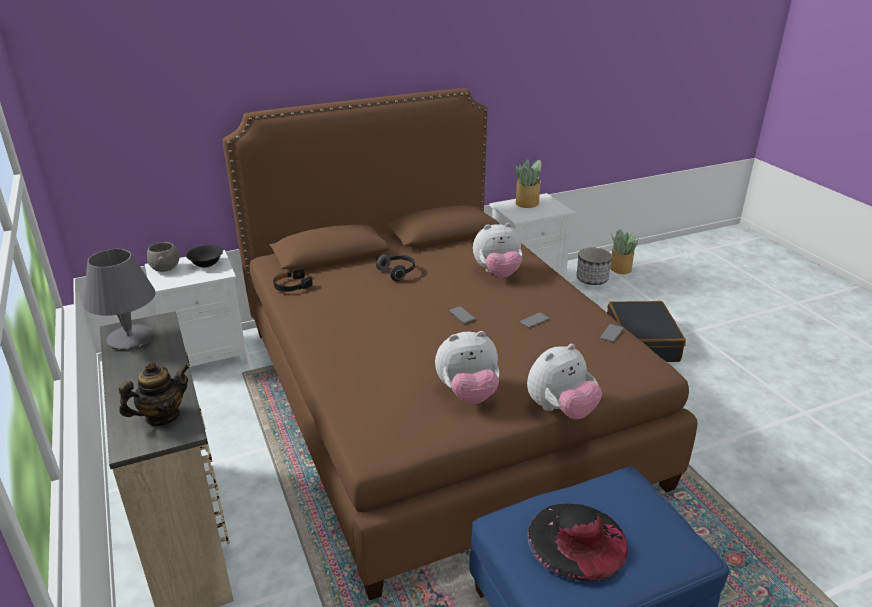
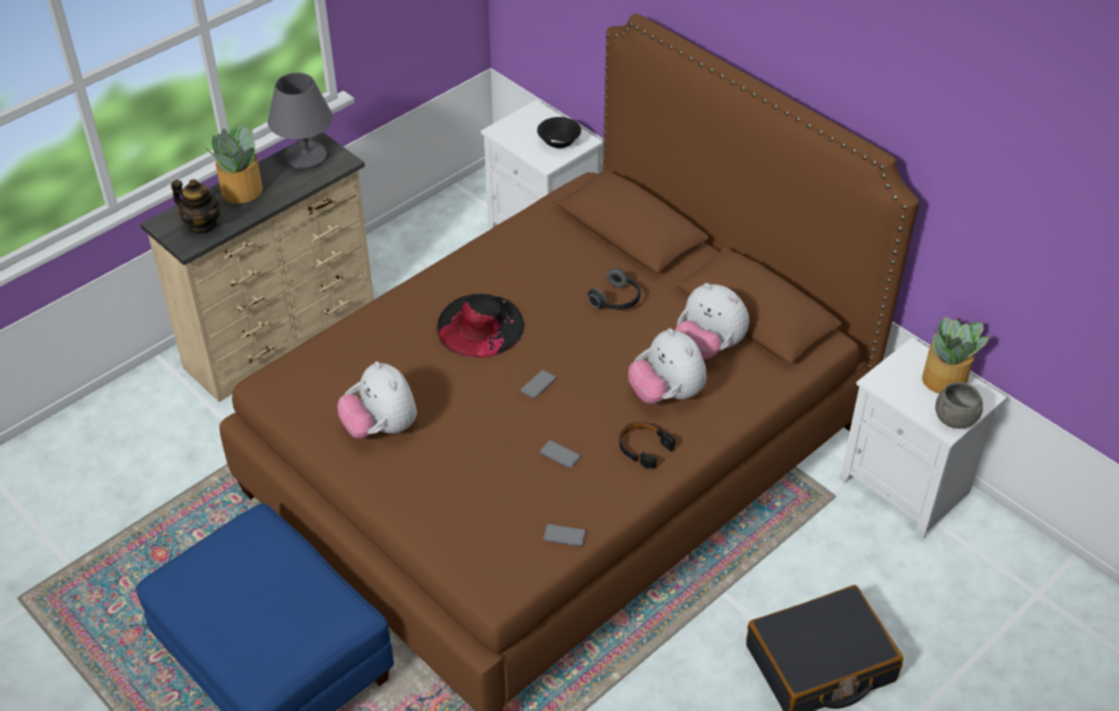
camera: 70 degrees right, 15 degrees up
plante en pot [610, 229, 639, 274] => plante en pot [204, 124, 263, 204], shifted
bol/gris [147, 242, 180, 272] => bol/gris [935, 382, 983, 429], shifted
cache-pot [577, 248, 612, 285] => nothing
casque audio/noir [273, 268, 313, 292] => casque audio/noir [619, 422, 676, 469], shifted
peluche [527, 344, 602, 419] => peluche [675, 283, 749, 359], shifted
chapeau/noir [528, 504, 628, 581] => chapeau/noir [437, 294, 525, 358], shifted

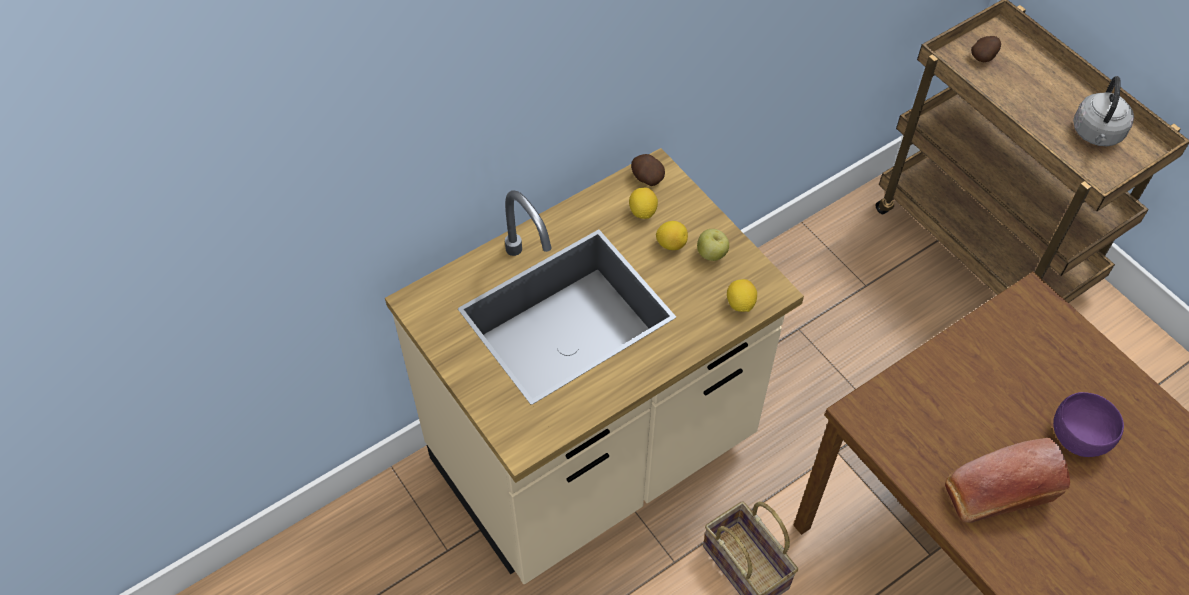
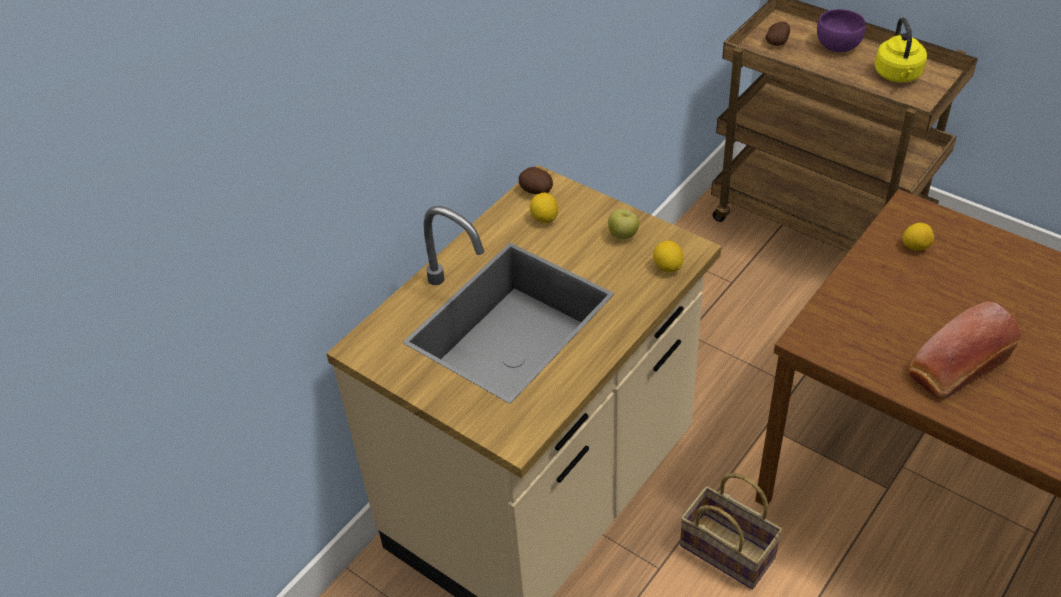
camera: 15 degrees left, 10 degrees down
bouilloire/gris [1073, 76, 1134, 146] => bouilloire/jaune [875, 17, 927, 83]
citron [656, 221, 688, 250] => citron [903, 223, 934, 250], shifted
bol/violet [1053, 392, 1124, 457] => bol/violet [817, 9, 866, 52], shifted

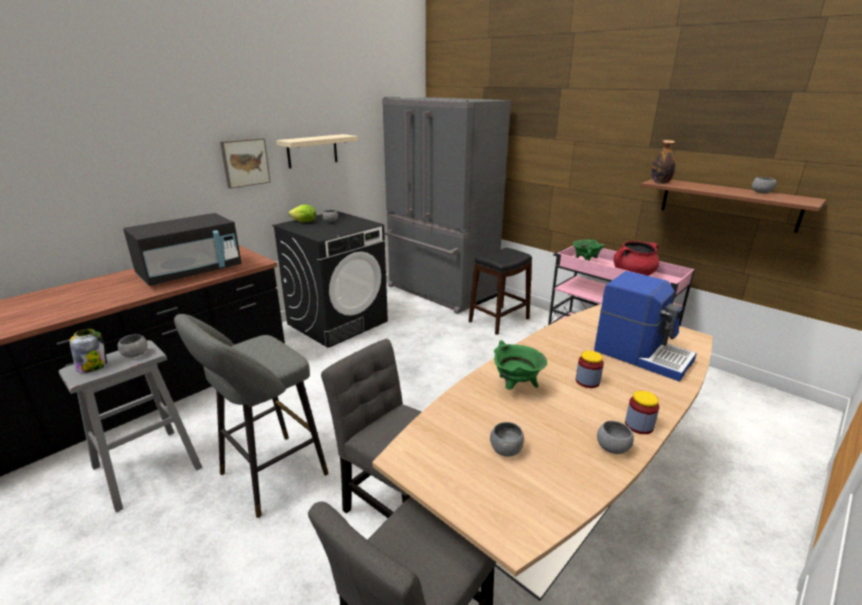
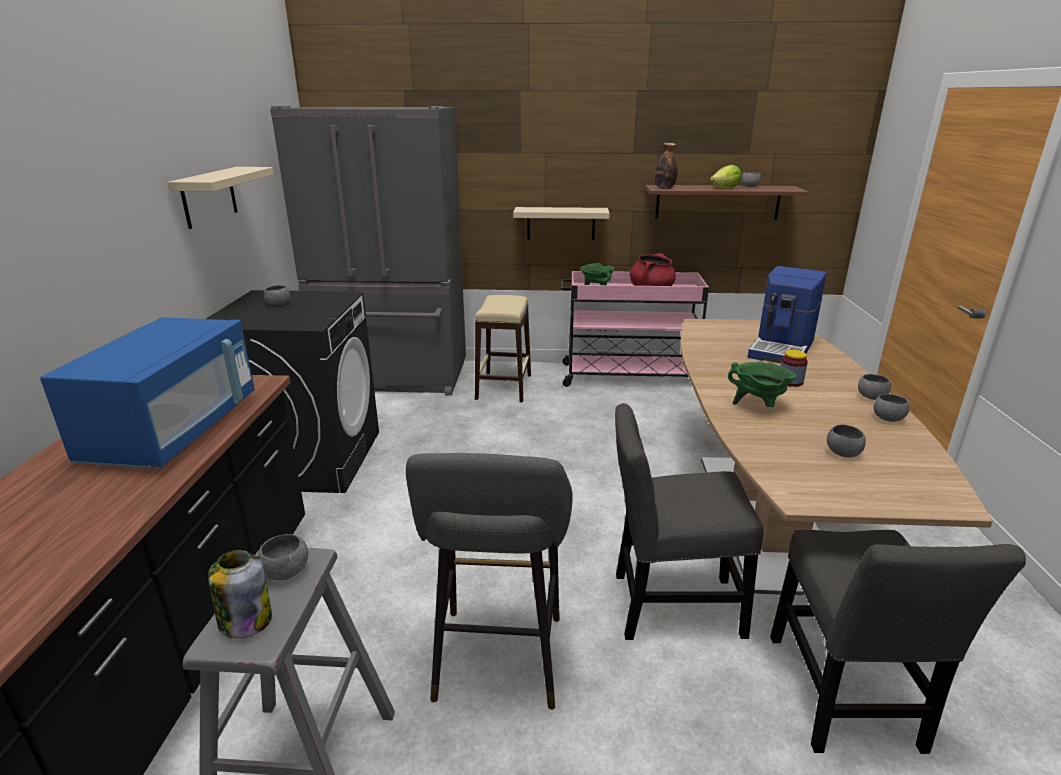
camera: 40 degrees left, 0 degrees up
tableau [220, 138, 271, 188] => nothing
laitue [289, 205, 316, 222] => laitue [710, 165, 742, 189], shifted
micro-ondes/noir [123, 213, 242, 286] => micro-ondes/bleu [40, 317, 255, 468]
tabouret/noir [469, 248, 532, 335] => tabouret/beige [475, 295, 531, 402]
machine à café [594, 271, 697, 382] => machine à café [748, 266, 827, 363], 120 degrees clockwise
bocal [625, 391, 659, 434] => bol/gris [858, 374, 891, 400]
nothing => étagère/beige [513, 207, 610, 240]

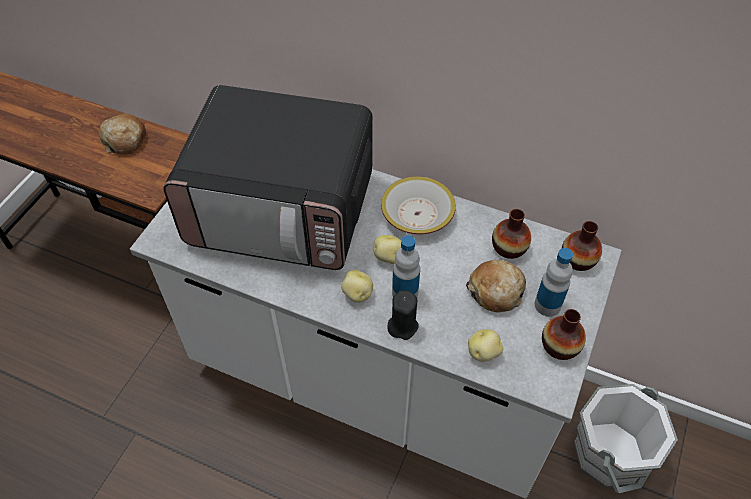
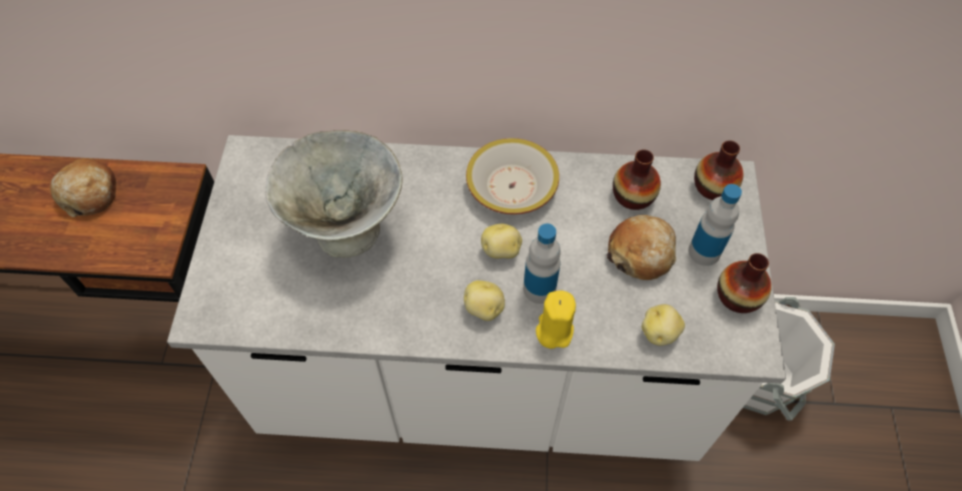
camera: 20 degrees left, 5 degrees up
micro-ondes [163, 85, 373, 270] => bol/gris [265, 130, 403, 258]
bougie/noir [387, 290, 419, 340] => bougie/jaune [536, 290, 576, 349]

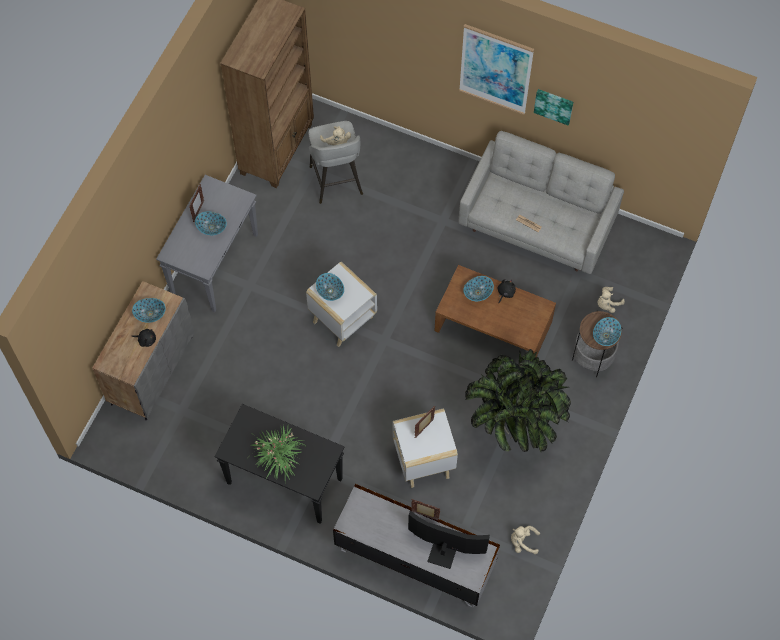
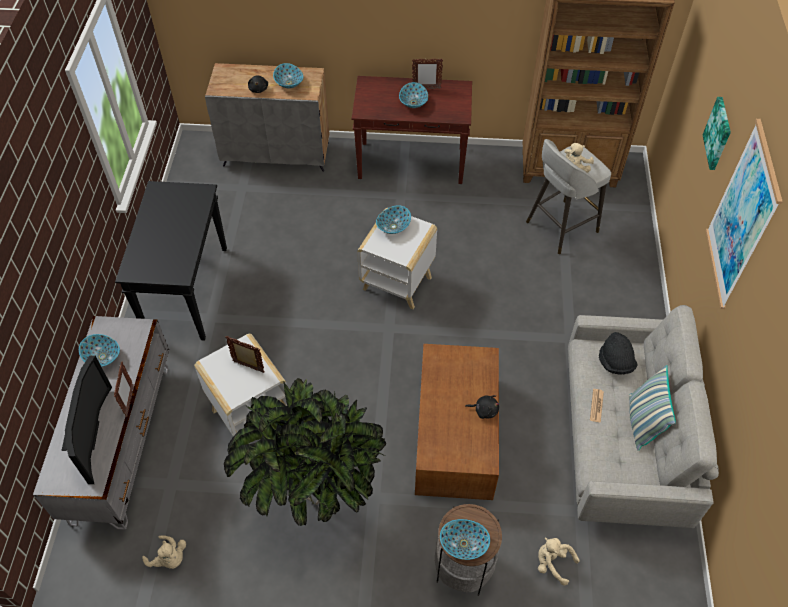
camera: 70 degrees right, 10 degrees down
tableau [534, 89, 574, 125] => tableau [703, 97, 731, 170], shifted
table console/gris [156, 175, 258, 312] => table console/marron [351, 76, 472, 184]
bol [463, 276, 494, 301] => bol [79, 334, 120, 367], shifted
plante en pot [253, 425, 307, 480] => nothing
peluche/beige [511, 526, 540, 554] => peluche/beige [142, 535, 186, 569], 135 degrees clockwise
nothing => chapeau/noir [599, 332, 637, 375]
nothing => coussin [629, 365, 676, 451]

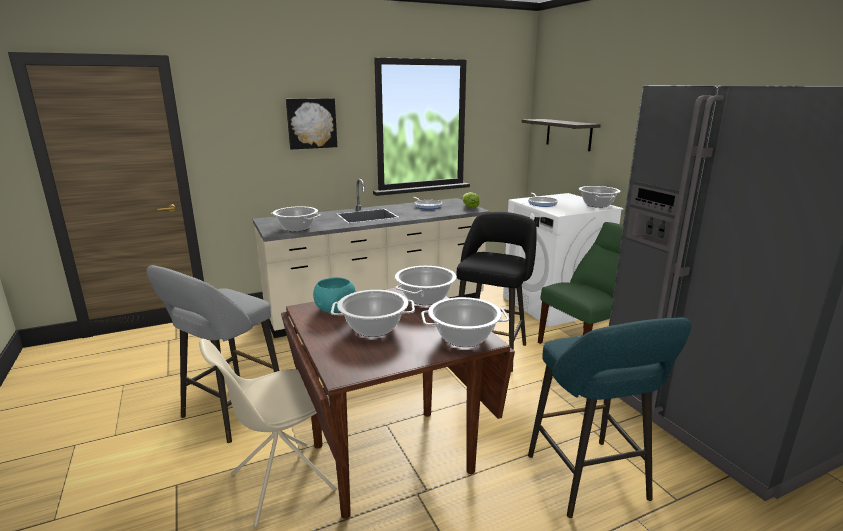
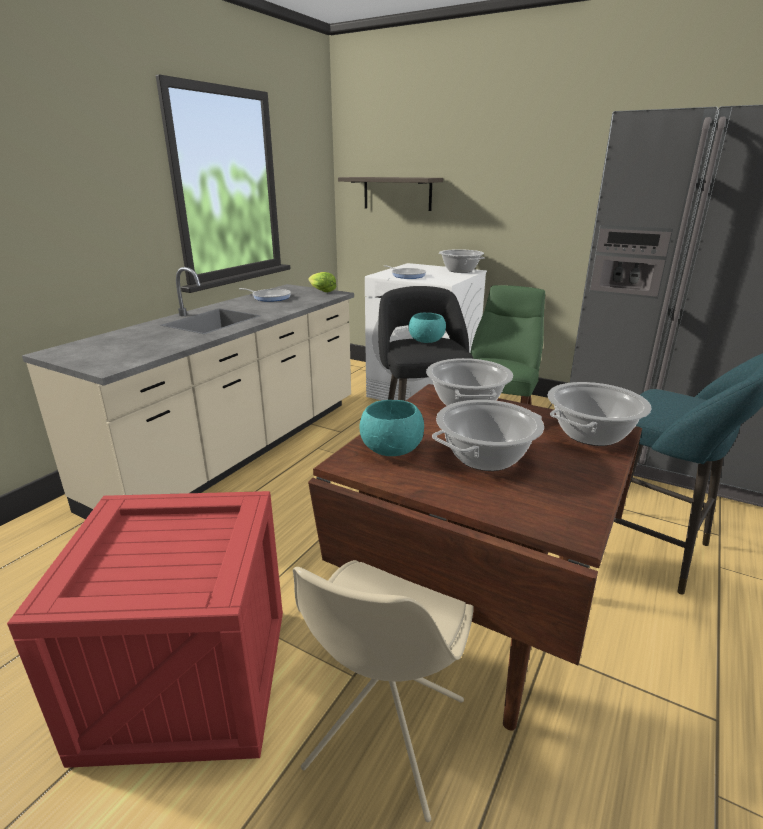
camera: 35 degrees left, 5 degrees up
tableau [286, 98, 337, 150] => nothing
marmite [271, 206, 321, 232] => nothing
tabouret/gris [146, 265, 279, 443] => caisse [7, 491, 283, 768]
nothing => bol/turquoise [409, 313, 446, 343]

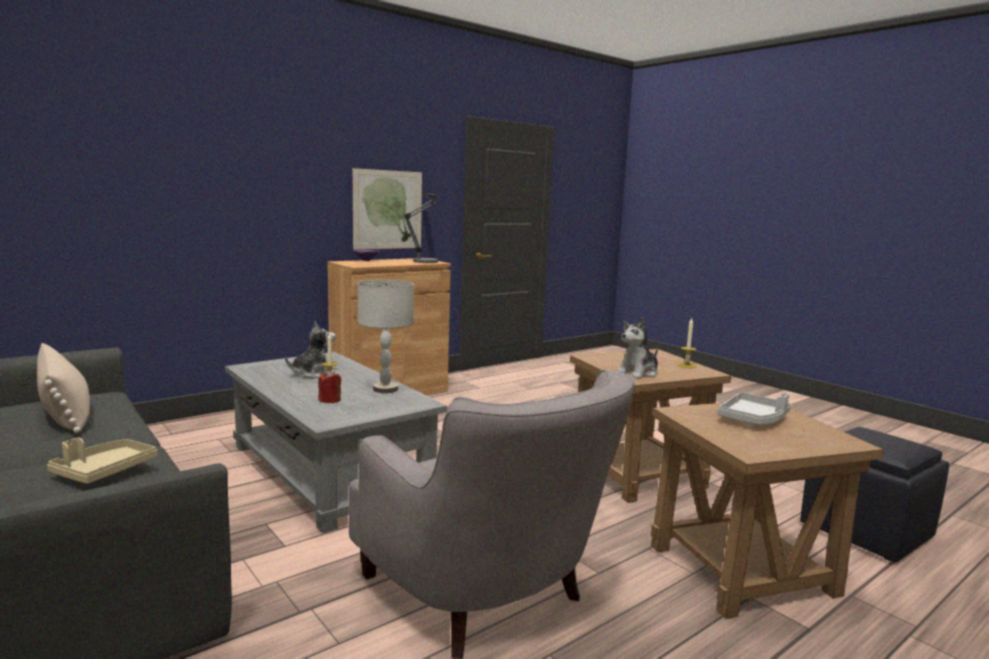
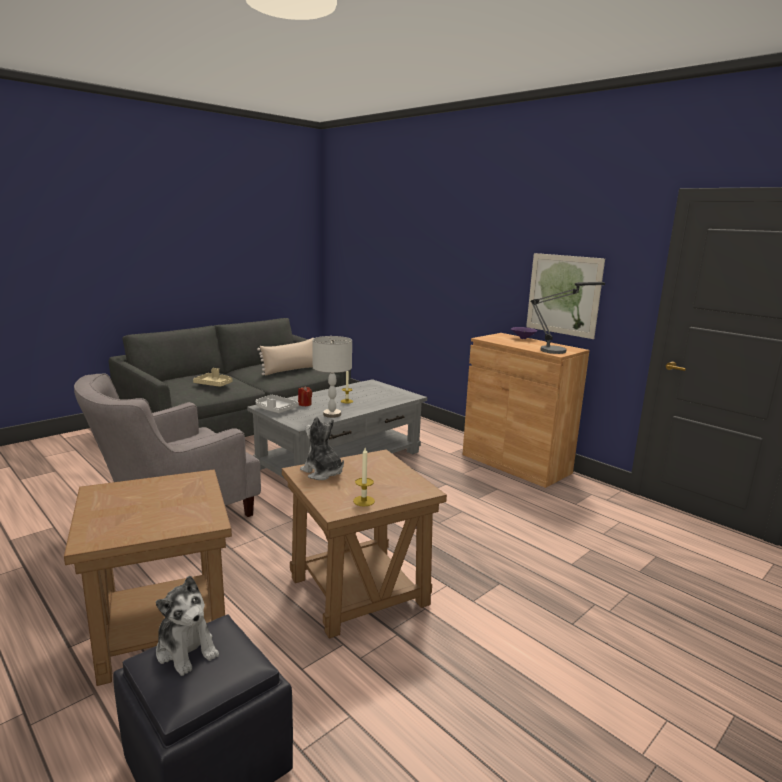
camera: 85 degrees right, 5 degrees up
peluche [285, 320, 336, 378] => peluche [156, 576, 219, 676], shifted
plateau/gris [718, 392, 791, 425] => plateau/gris [256, 395, 299, 413], shifted

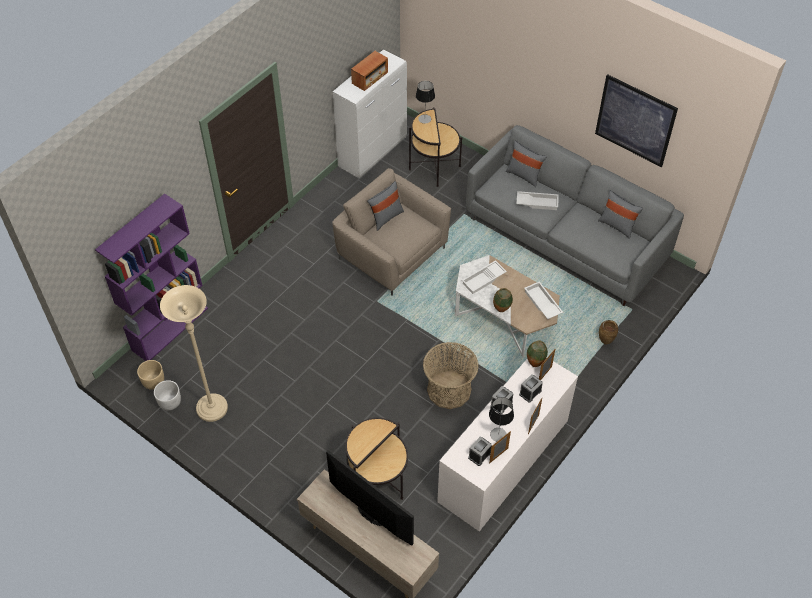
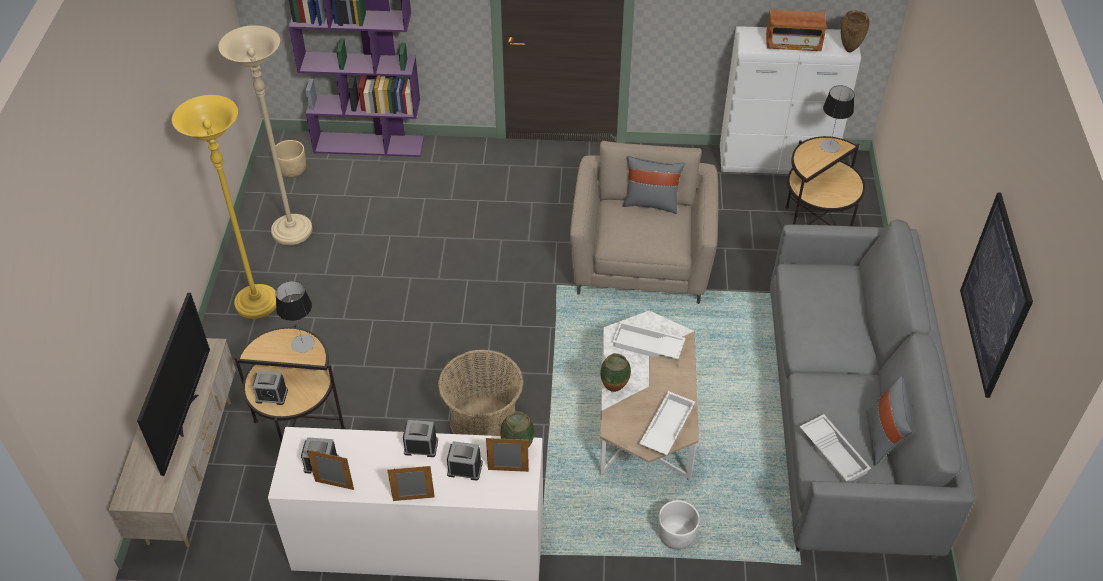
camera: 55 degrees right, 5 degrees down
coussin/gris [506, 141, 547, 187] => nothing
plateau/blanc [517, 191, 559, 210] => plateau/blanc [799, 414, 871, 482], shifted
vase/marron [599, 320, 618, 344] => vase/marron [841, 10, 870, 52], shifted
cache-pot/blanc [154, 380, 181, 410] => cache-pot/blanc [658, 500, 700, 550], shifted
lampe de table [489, 397, 514, 442] => lampe de table [276, 281, 315, 353], shifted
nothing => lampadaire/jaune [172, 95, 276, 319]
nothing => réveil [252, 371, 288, 405]

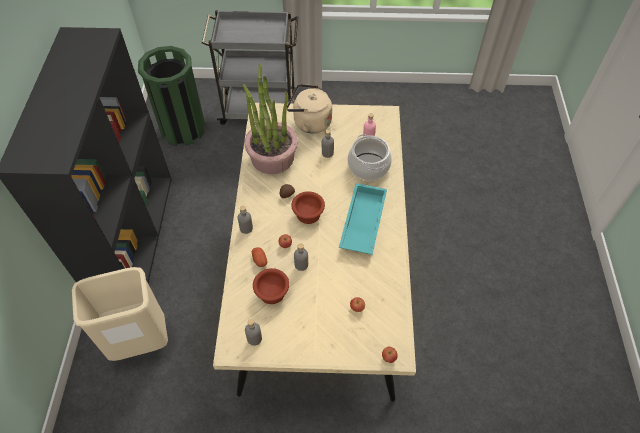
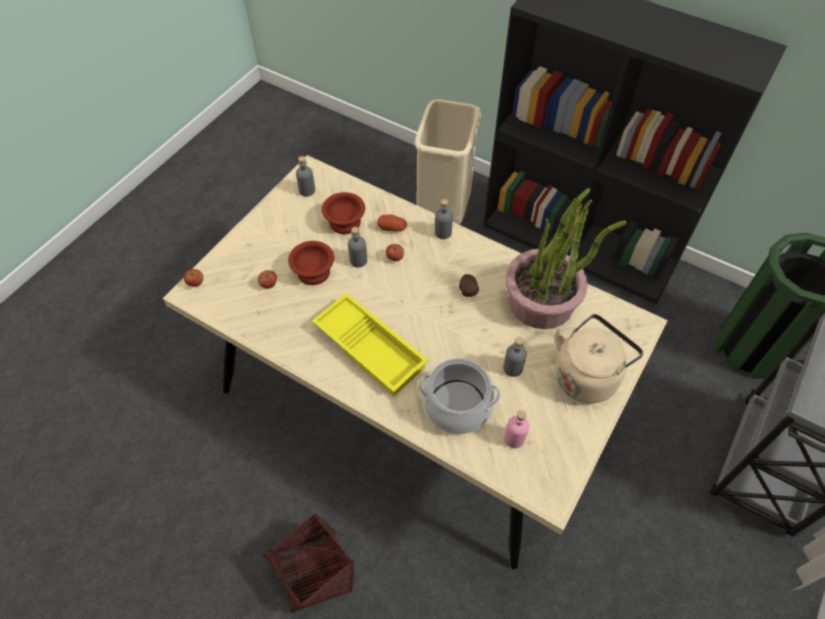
camera: 120 degrees right, 0 degrees up
plateau/turquoise [339, 183, 387, 255] => plateau/jaune [312, 293, 428, 396]
bol/marron [291, 191, 325, 224] => bol/marron [288, 241, 334, 285], shifted
nothing => panier [263, 513, 354, 613]

